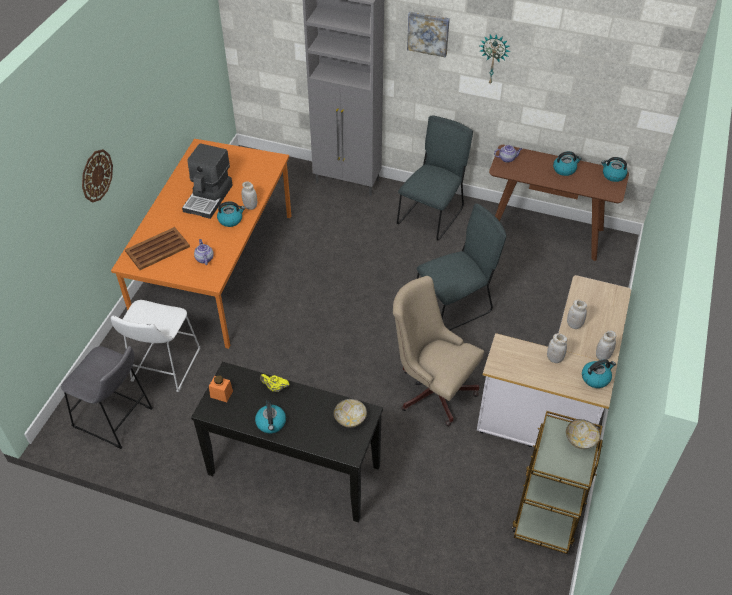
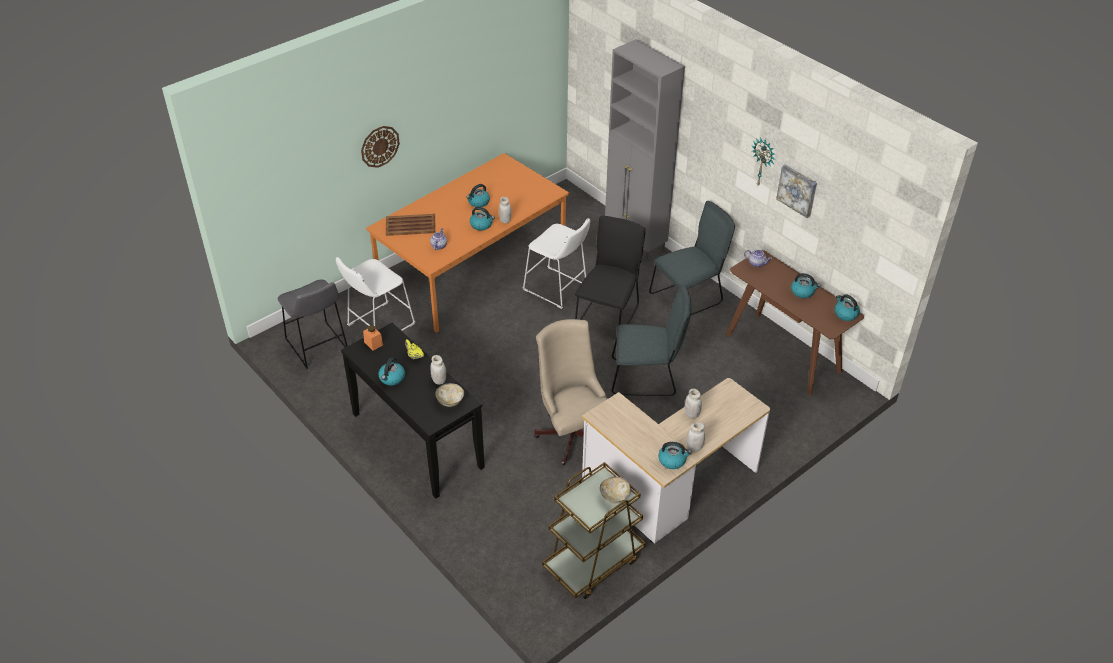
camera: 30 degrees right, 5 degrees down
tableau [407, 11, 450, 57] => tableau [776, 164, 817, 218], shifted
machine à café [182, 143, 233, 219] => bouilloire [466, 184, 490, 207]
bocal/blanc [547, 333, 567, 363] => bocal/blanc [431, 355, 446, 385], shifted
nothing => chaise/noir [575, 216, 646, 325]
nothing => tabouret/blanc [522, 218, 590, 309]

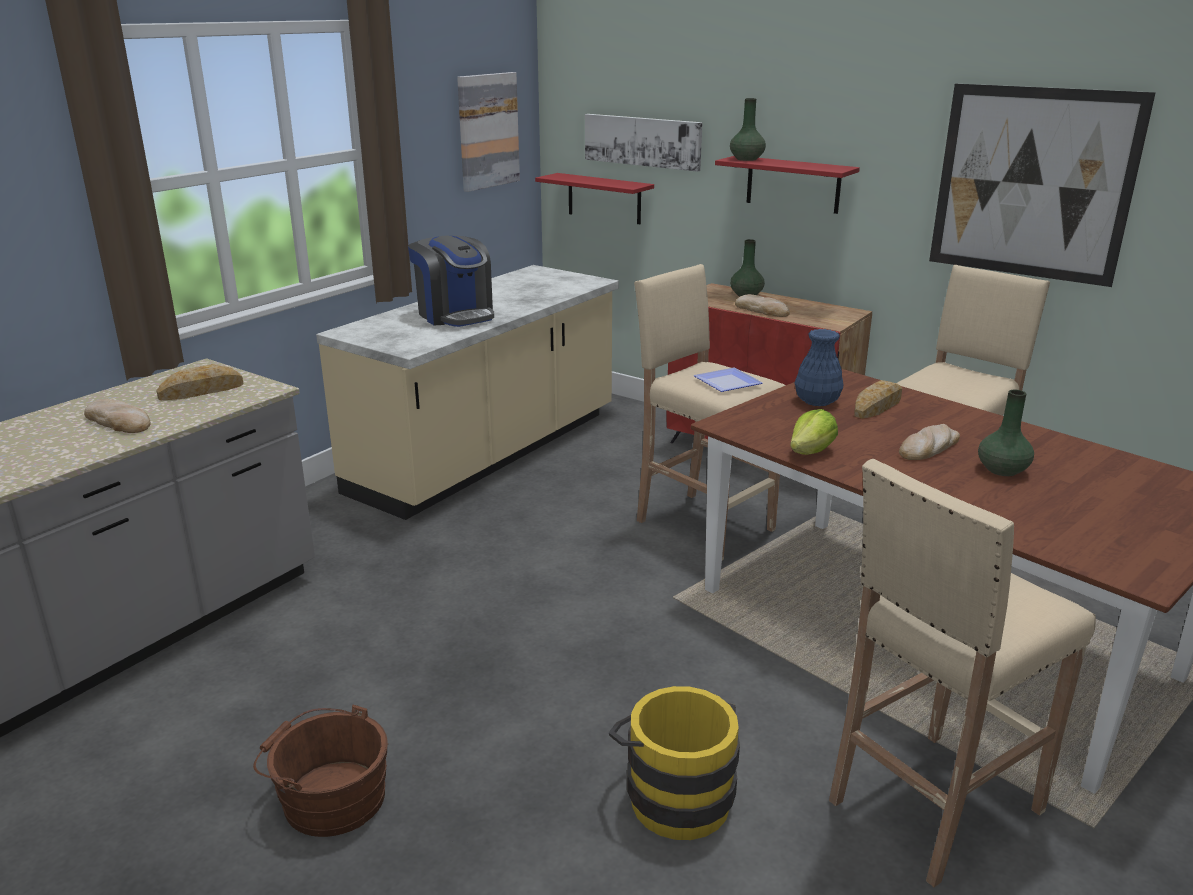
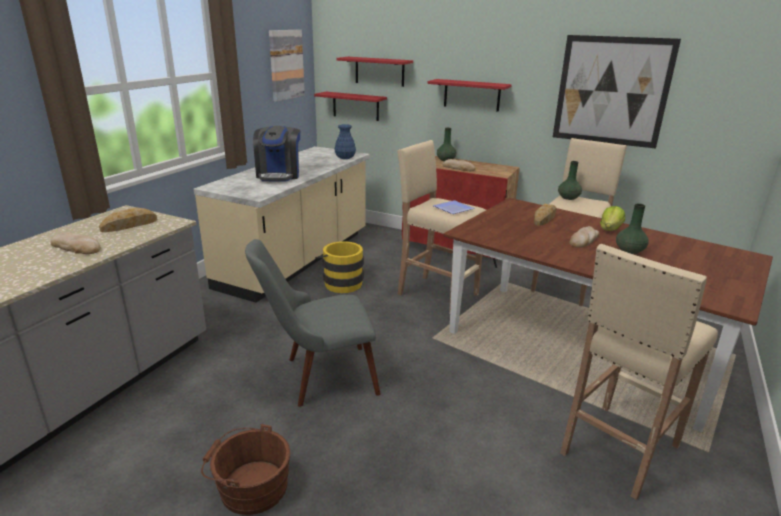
camera: 10 degrees left, 0 degrees up
vase/vert [730, 98, 766, 161] => vase/vert [558, 161, 582, 200], shifted
tableau [585, 114, 703, 172] => étagère/rouge [336, 57, 413, 87]
machine à café [408, 235, 494, 327] => machine à café [253, 126, 300, 182], 45 degrees clockwise
vase/bleu [795, 329, 844, 406] => vase/bleu [334, 124, 356, 159], shifted
laitue [790, 409, 838, 455] => laitue [600, 206, 625, 231], shifted
seau/jaune [609, 686, 740, 840] => seau/jaune [315, 241, 364, 293], shifted
nothing => chaise/gris [245, 239, 381, 407]

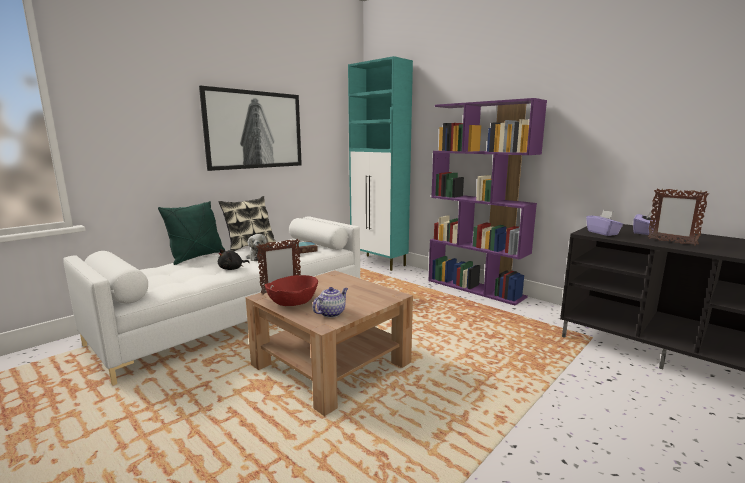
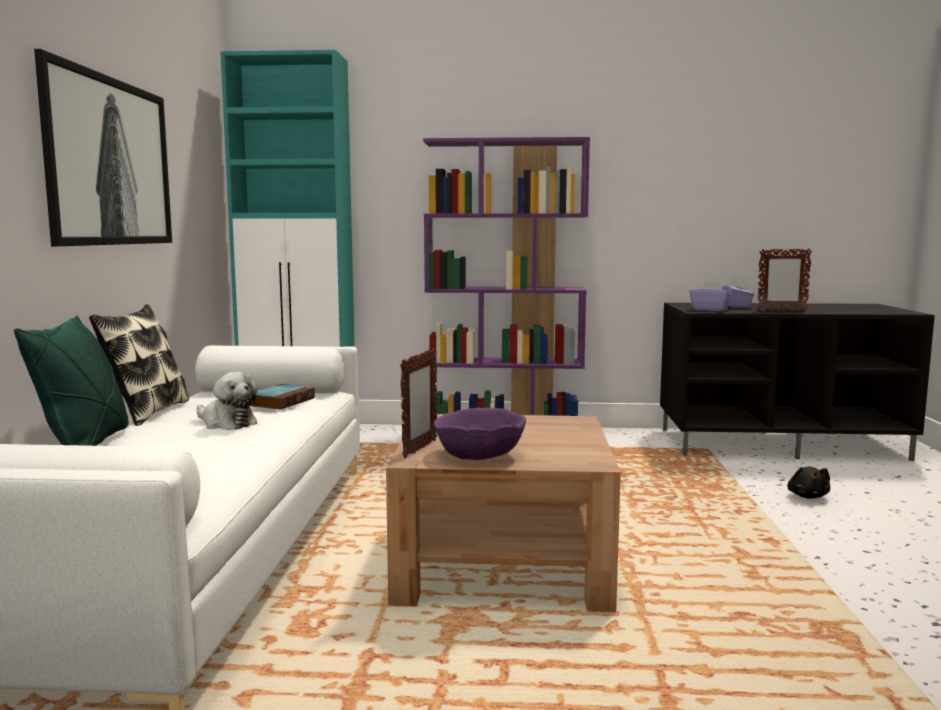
camera: 40 degrees left, 5 degrees down
peluche/noir [218, 249, 250, 270] => peluche/noir [787, 467, 830, 499], shifted
bol/rouge [265, 275, 318, 306] => bol/violet [434, 408, 526, 460]
théière [312, 287, 348, 318] => nothing

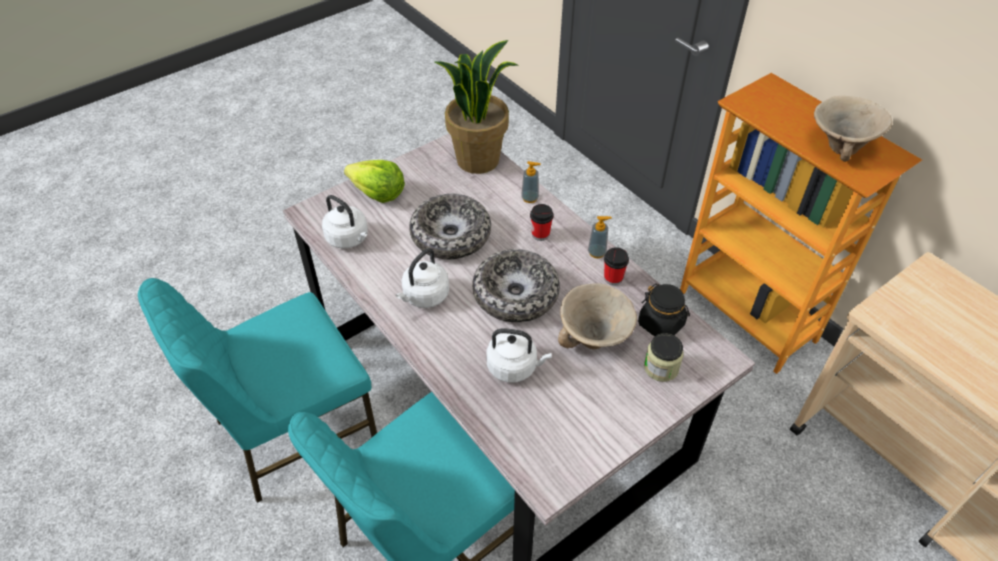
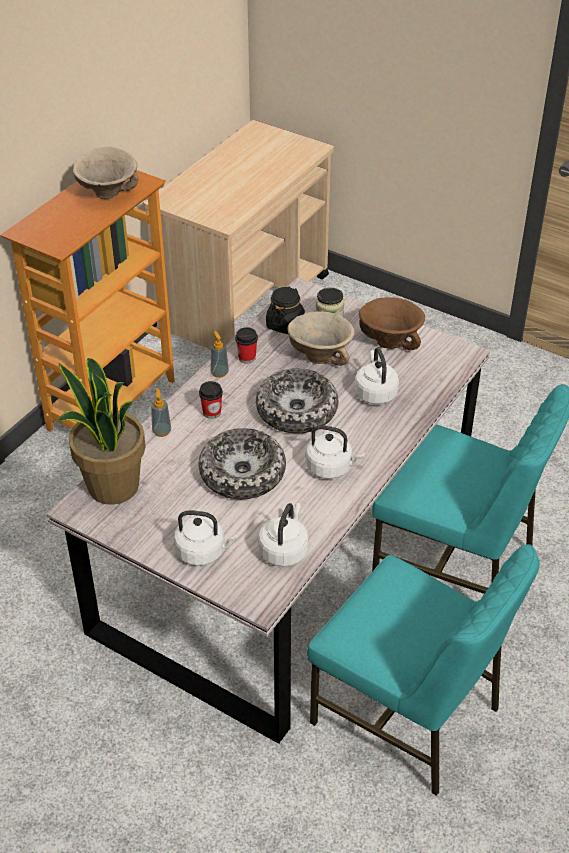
camera: 110 degrees left, 5 degrees down
laitue [344, 160, 405, 203] => bouilloire/blanc [174, 510, 237, 566]
nothing => bol/marron [359, 297, 425, 350]

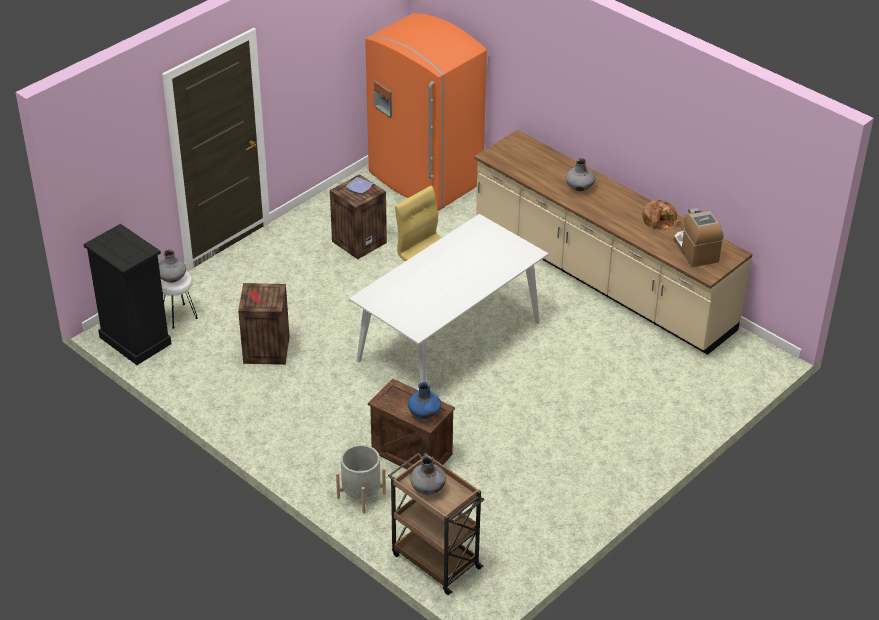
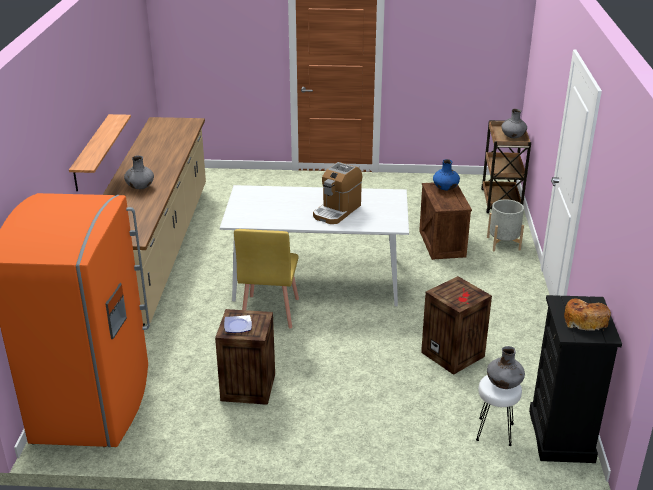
camera: 130 degrees left, 10 degrees down
pain [642, 200, 680, 230] => pain [564, 298, 611, 331], shifted
machine à café [674, 208, 724, 267] => machine à café [313, 162, 362, 224], shifted
nothing => étagère [69, 114, 131, 192]

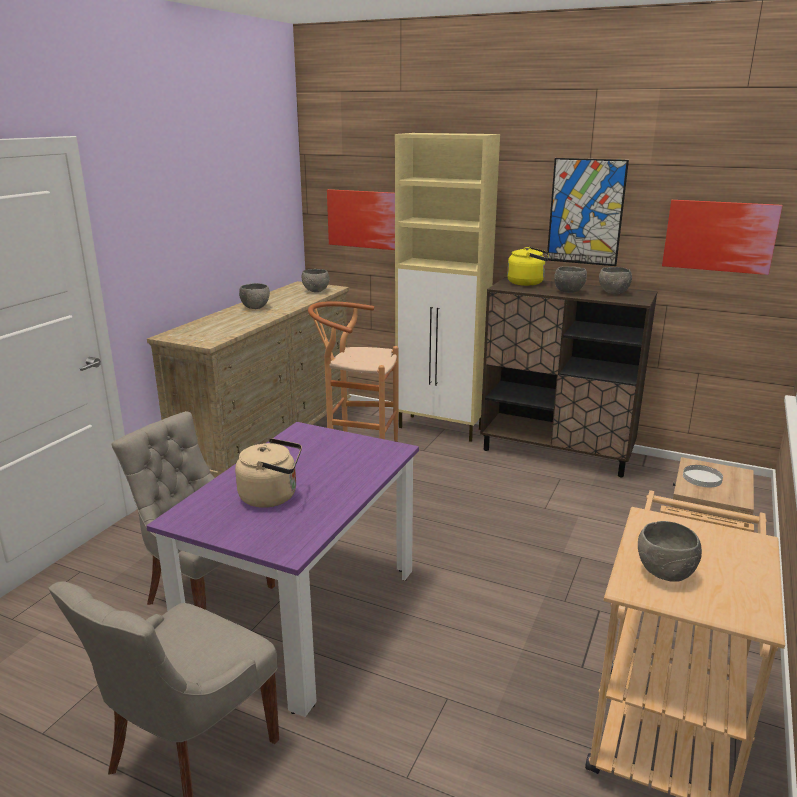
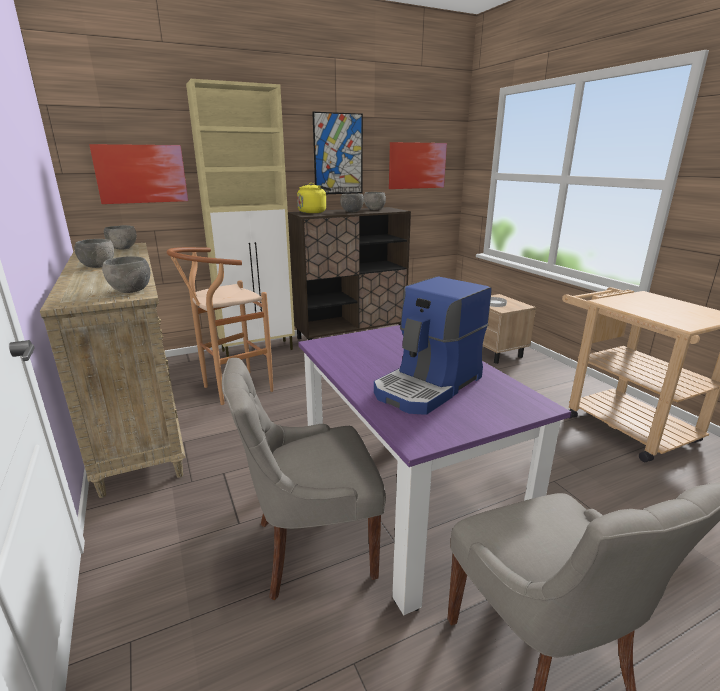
camera: 50 degrees left, 0 degrees up
bouilloire/beige [235, 438, 302, 508] => machine à café [374, 276, 492, 415]
bol/gris [638, 521, 702, 582] => bol/gris [102, 256, 150, 293], shifted

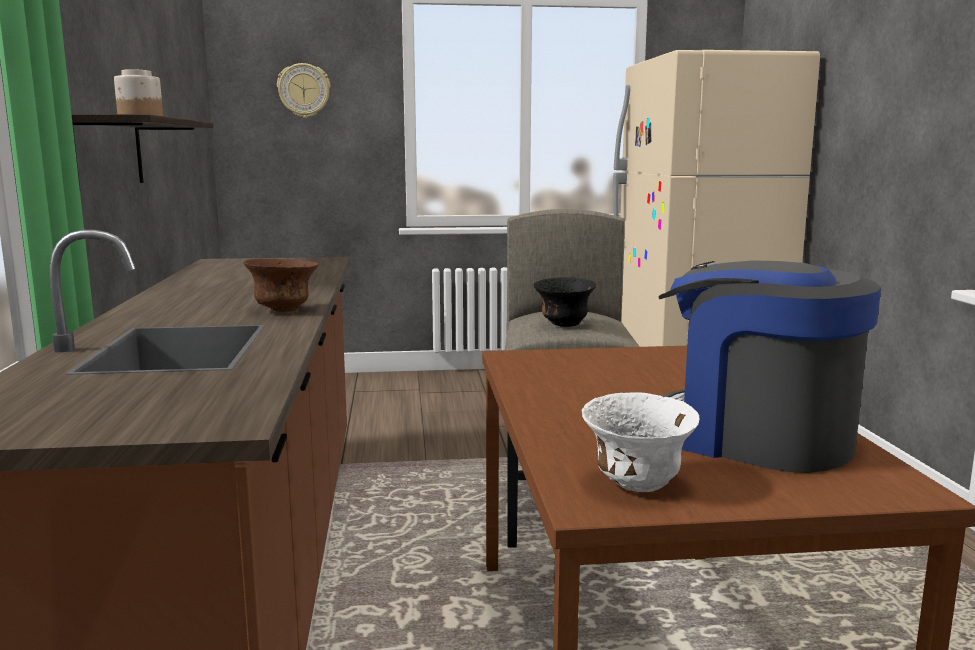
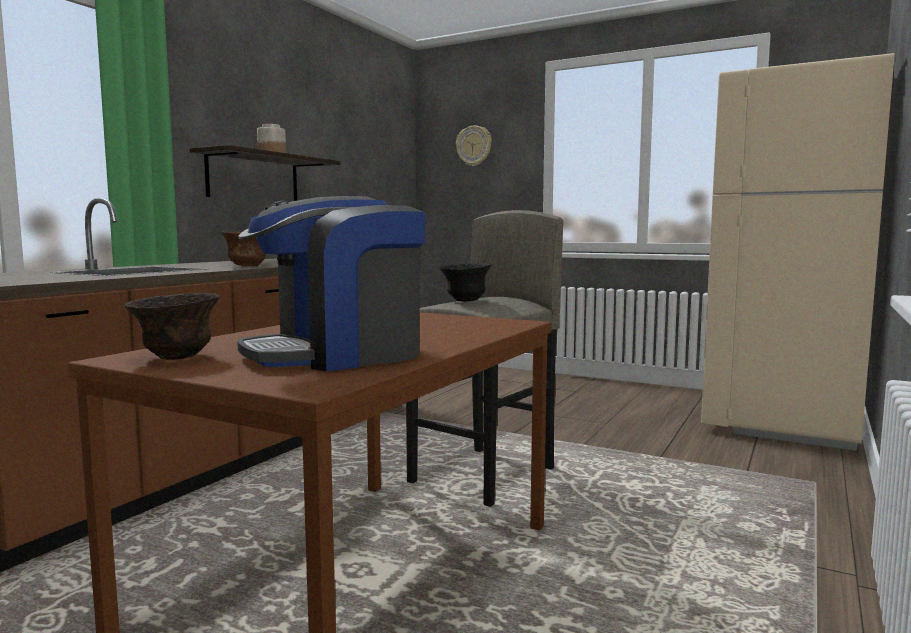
camera: 35 degrees right, 5 degrees down
machine à café [658, 260, 881, 473] => machine à café [237, 196, 425, 371], 105 degrees counterclockwise
bol/blanc [582, 392, 699, 492] => bol/marron [125, 293, 220, 360]

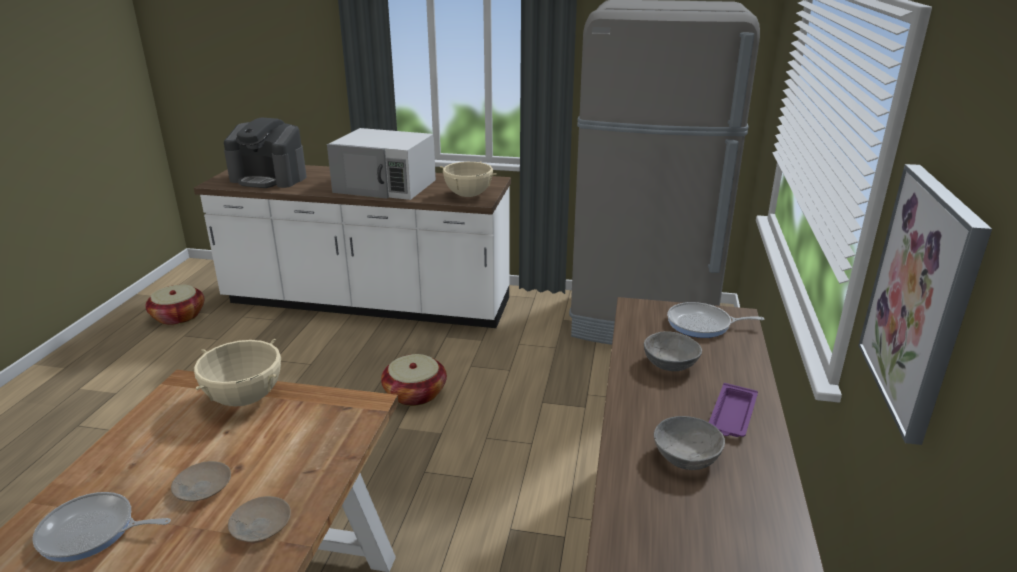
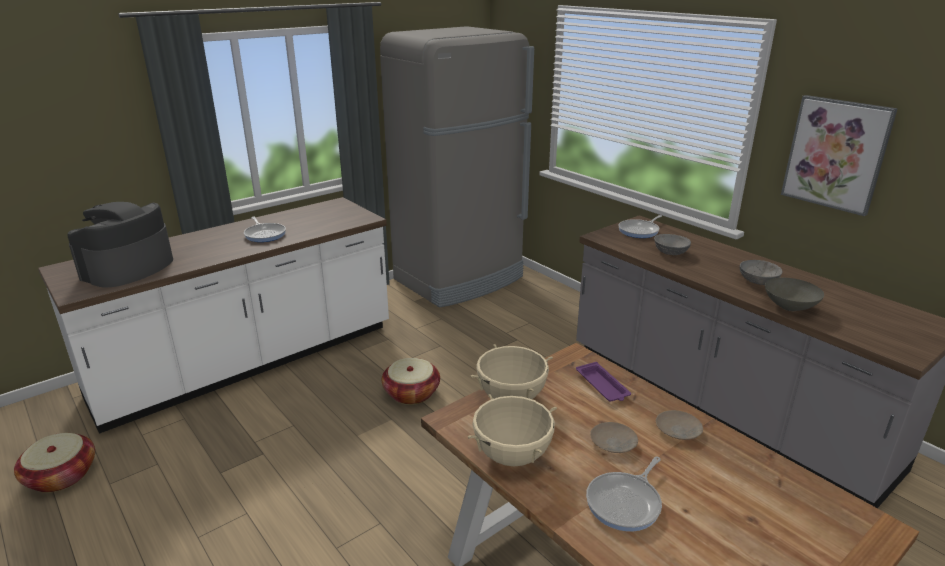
camera: 50 degrees left, 0 degrees up
machine à café [224, 117, 307, 188] => machine à café [67, 202, 173, 287], 150 degrees clockwise
micro-ondes/blanc [327, 128, 436, 200] => poêle [244, 217, 286, 242]
marmite/beige [440, 161, 497, 197] => marmite/beige [468, 394, 557, 466], shifted
plateau/violet [709, 383, 758, 437] => plateau/violet [576, 362, 631, 402], shifted
nothing => bol/gris [765, 278, 824, 311]

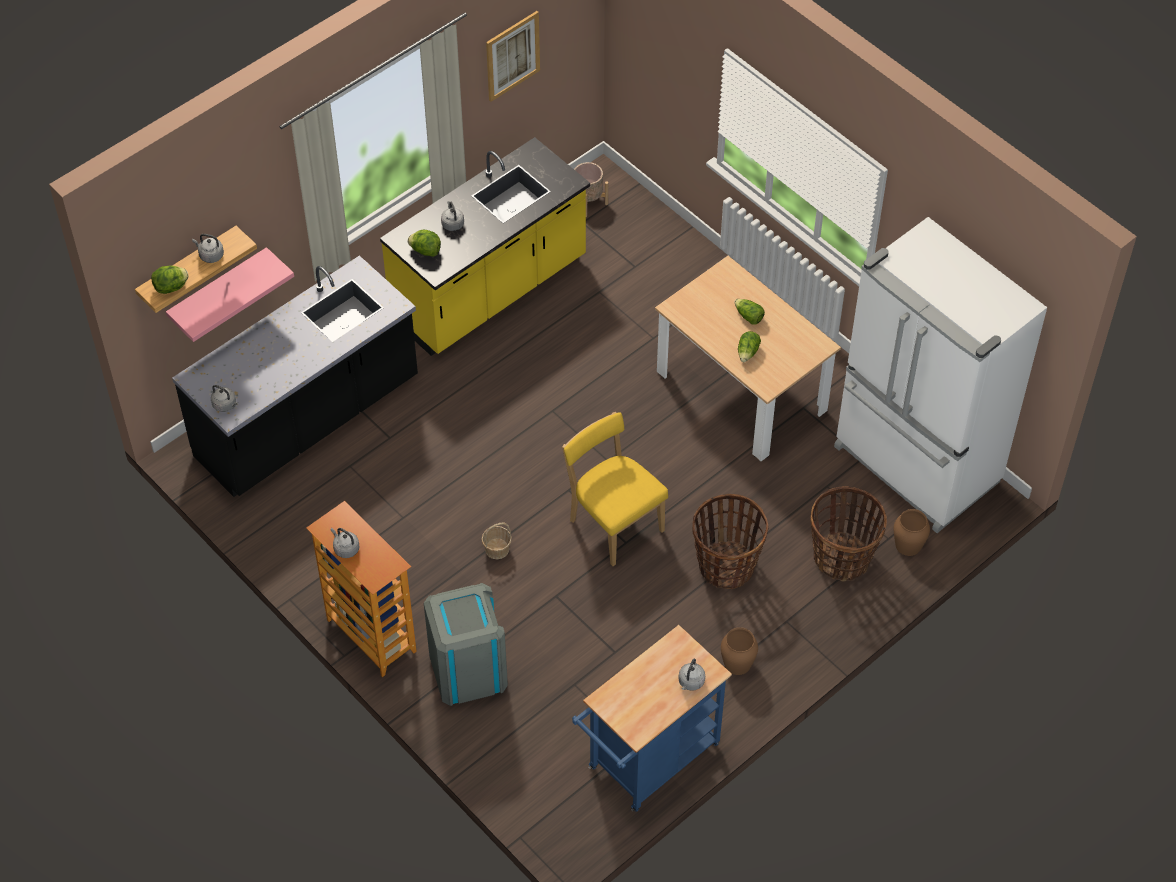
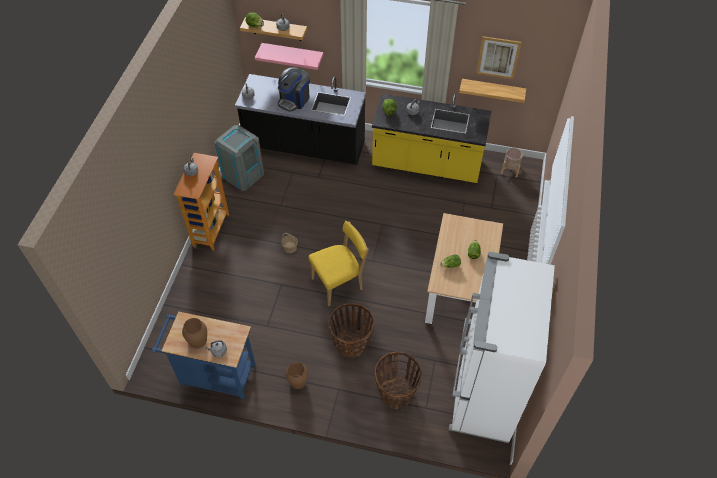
camera: 55 degrees right, 0 degrees up
chaise/jaune [562, 412, 668, 566] => chaise/jaune [309, 221, 369, 306], 45 degrees clockwise
vase/marron [894, 509, 930, 556] => vase/marron [182, 318, 207, 348], shifted
poubelle/gris [424, 583, 508, 706] => poubelle/gris [215, 125, 264, 191], shifted
nothing => machine à café [278, 67, 310, 112]
nothing => étagère [459, 79, 526, 103]

